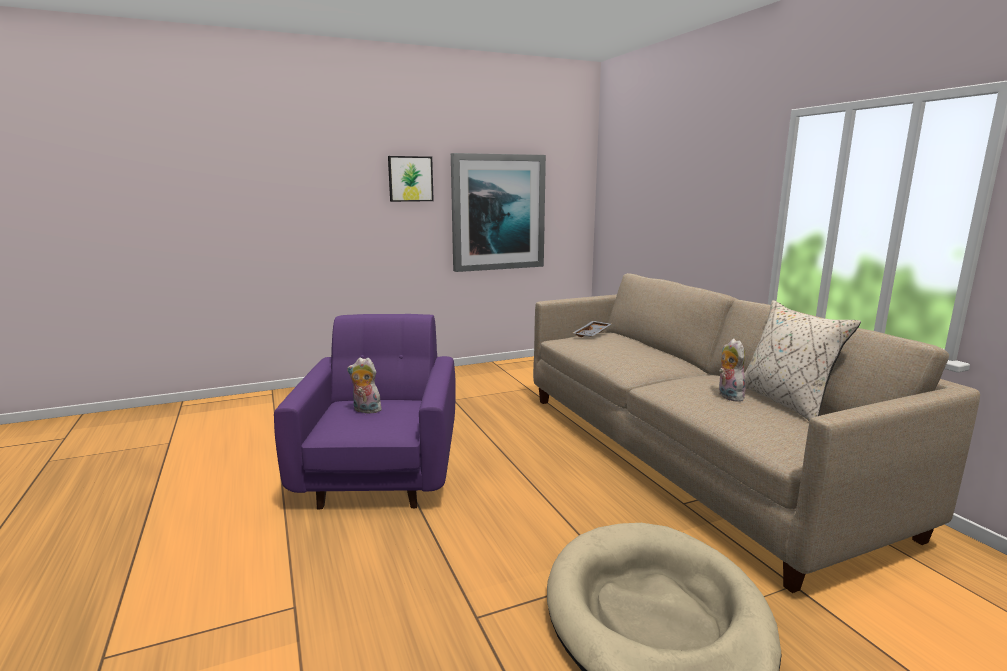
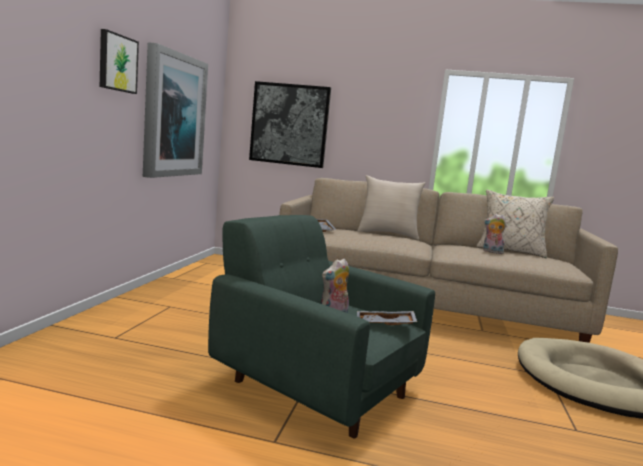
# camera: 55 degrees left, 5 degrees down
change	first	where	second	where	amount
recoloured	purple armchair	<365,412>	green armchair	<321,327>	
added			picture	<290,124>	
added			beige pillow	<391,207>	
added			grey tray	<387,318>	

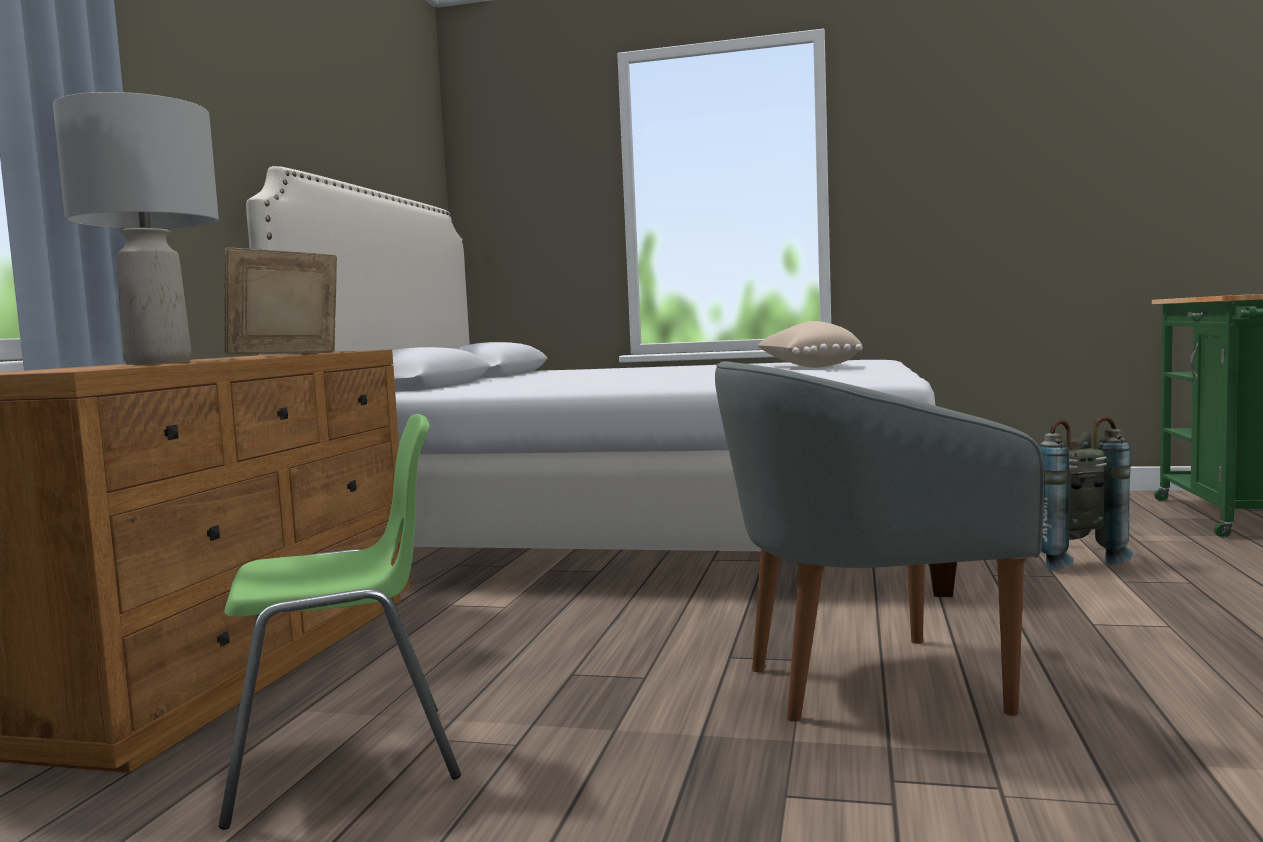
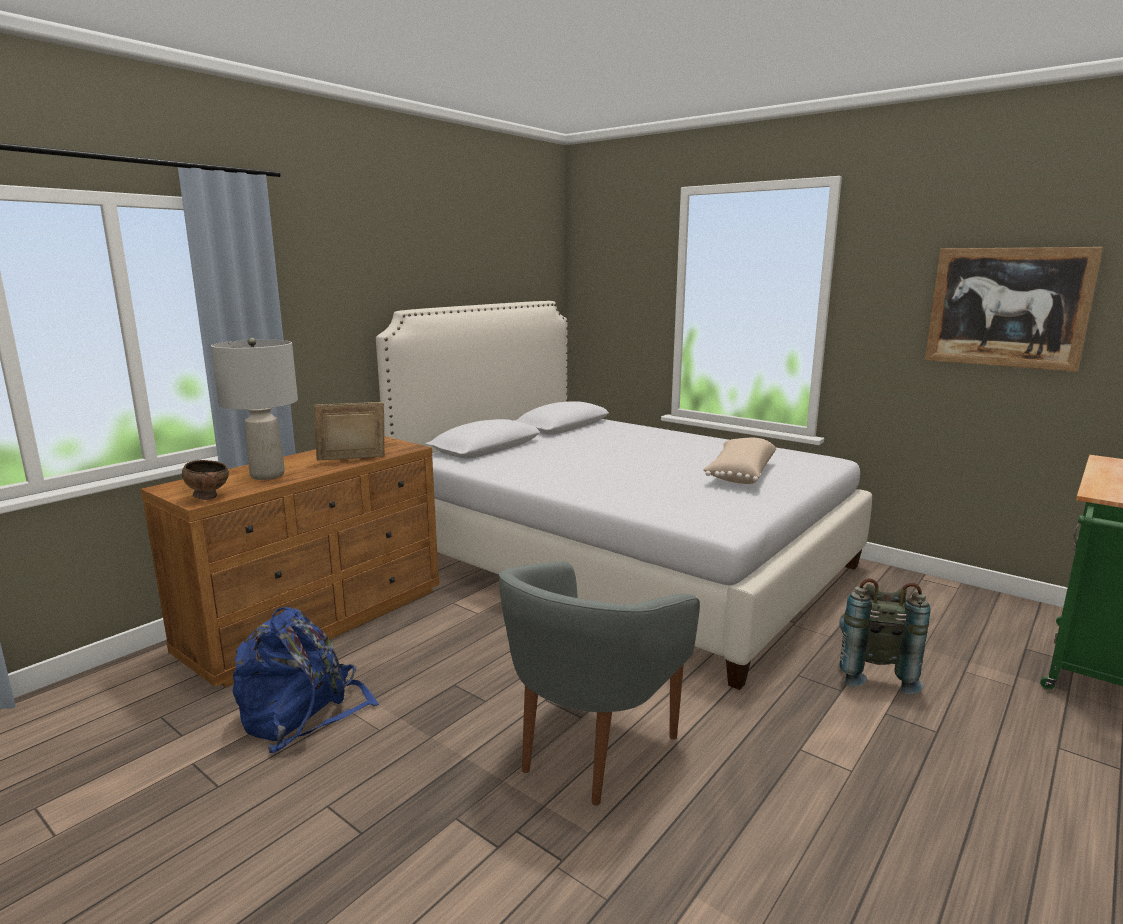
# camera: 25 degrees right, 10 degrees up
change	first	where	second	where	amount
added			brown bowl	<205,480>	
replaced	green chair	<340,622>	blue backpack	<305,680>	
turned	grey armchair	<879,541>		<599,683>	75 degrees counterclockwise
added			picture	<1014,309>	

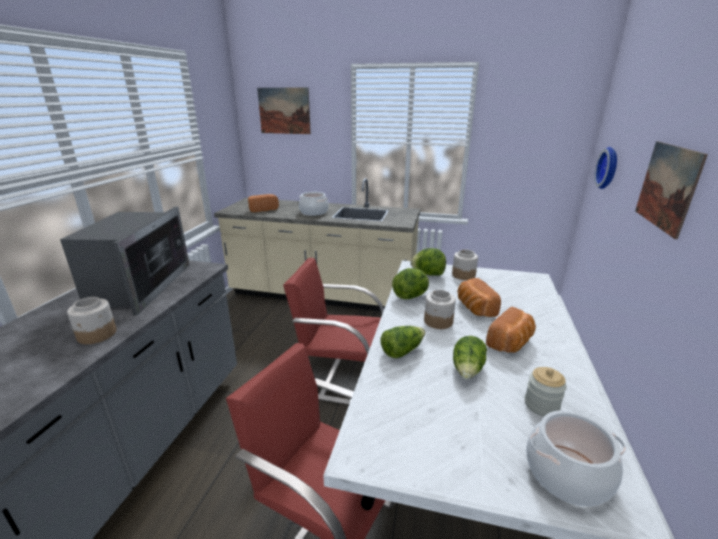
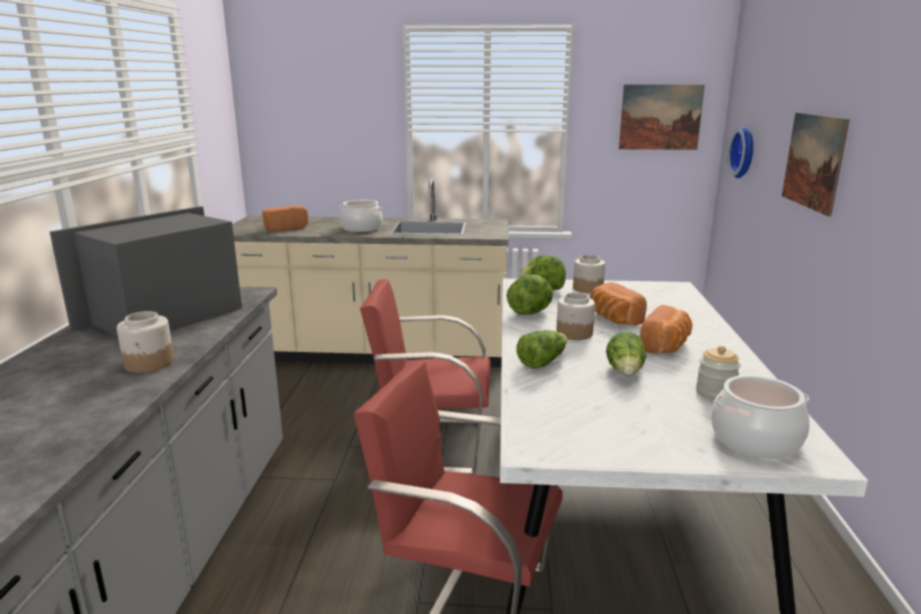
# camera: 10 degrees left, 5 degrees down
change	first	where	second	where	amount
turned	microwave	<125,261>		<145,271>	135 degrees counterclockwise
moved	picture	<284,111>		<662,117>	

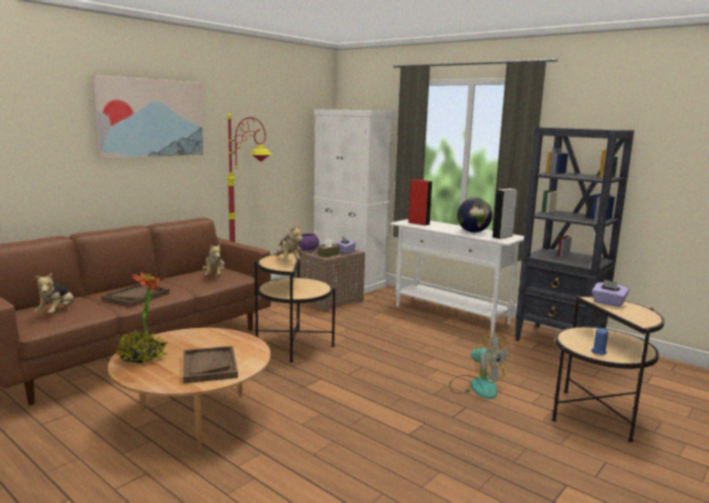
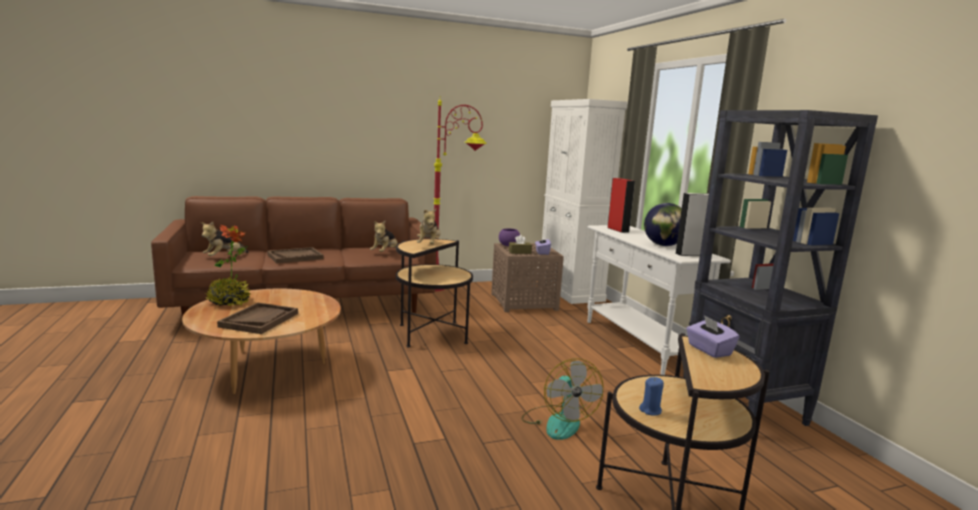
# camera: 30 degrees right, 0 degrees up
change	first	where	second	where	amount
removed	picture	<147,117>			

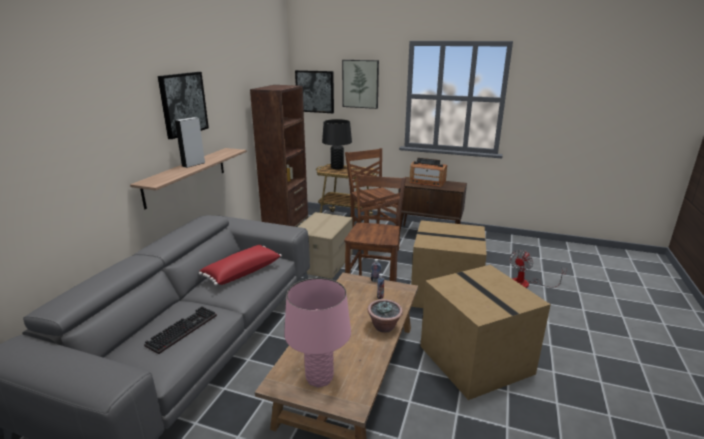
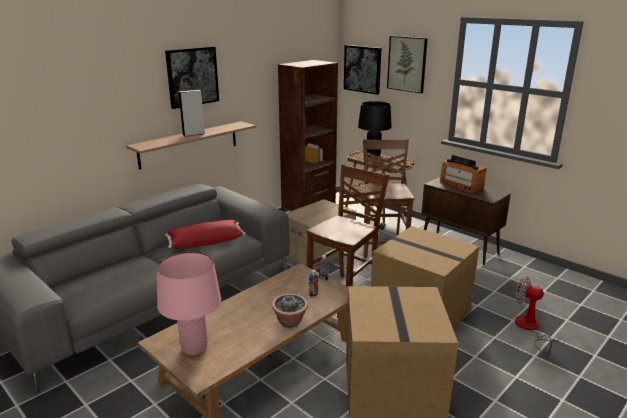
# camera: 25 degrees right, 0 degrees up
change	first	where	second	where	amount
turned	fan	<538,269>		<537,314>	60 degrees clockwise
removed	keyboard	<180,330>			

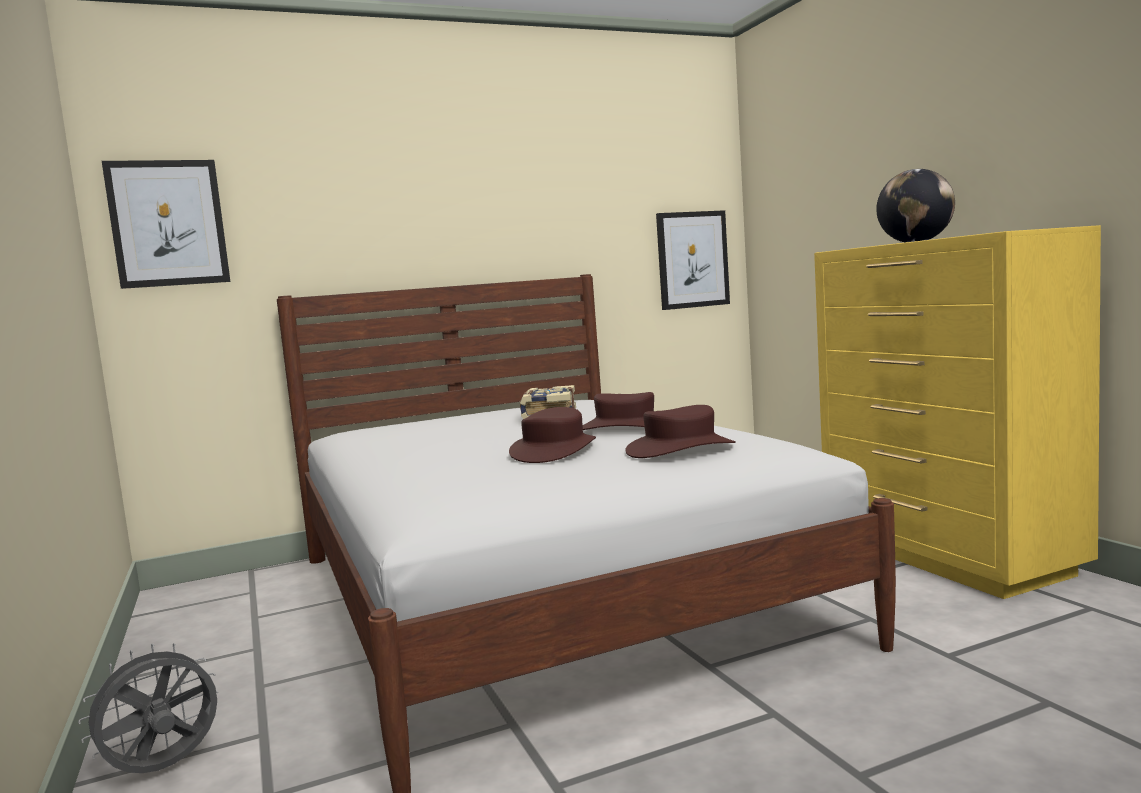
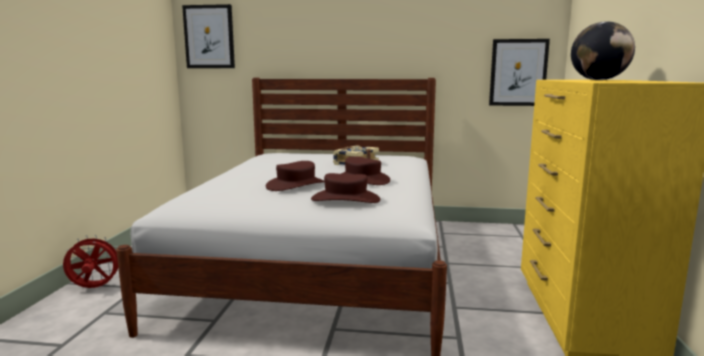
# camera: 30 degrees right, 5 degrees up
change	first	where	second	where	amount
recoloured	grey fan	<148,708>	red fan	<90,261>	

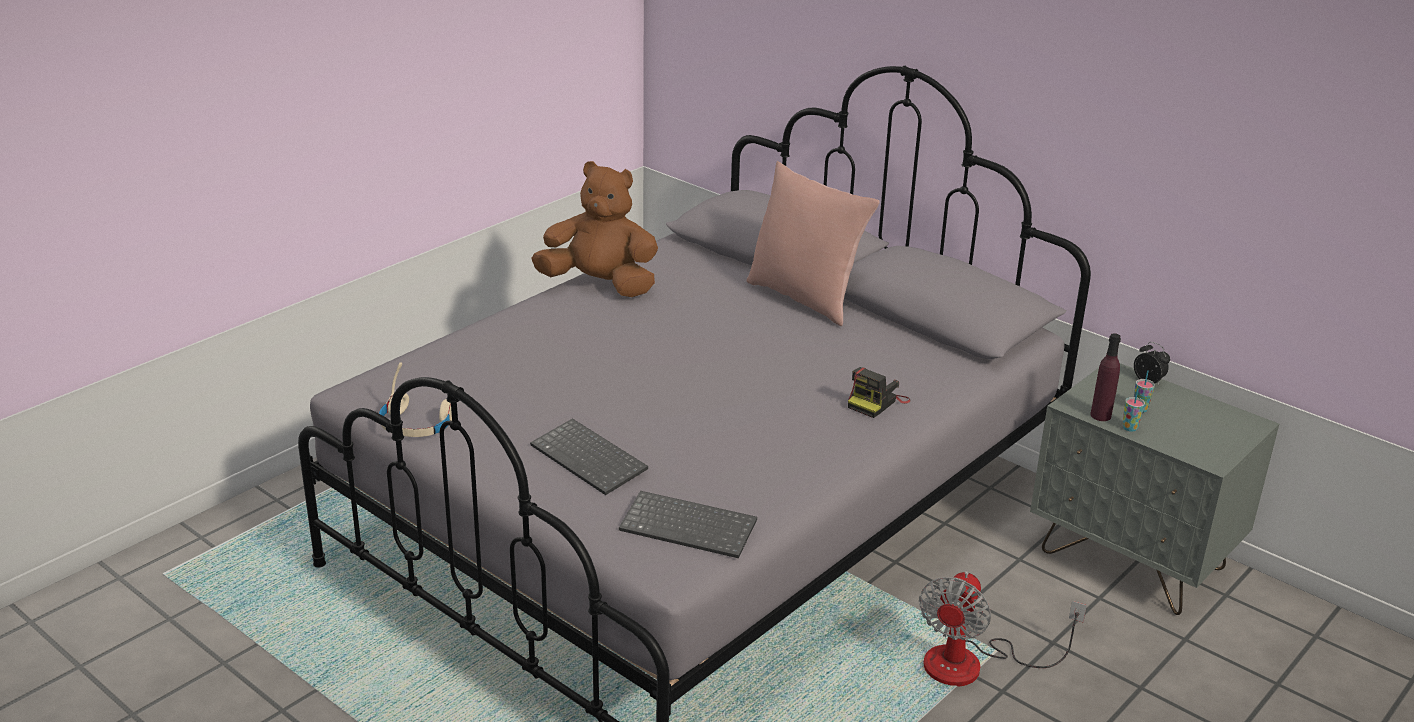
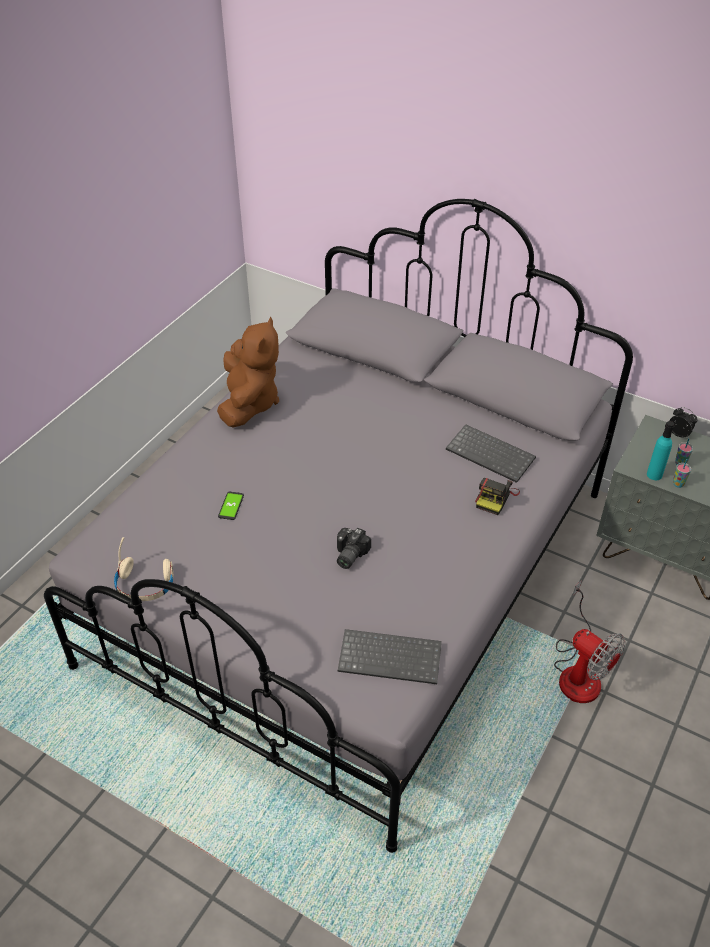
# camera: 10 degrees left, 15 degrees up
change	first	where	second	where	amount
turned	brown plush toy	<594,229>		<248,372>	90 degrees clockwise
added			phone	<231,505>	
added			photo camera	<354,548>	
moved	keyboard	<589,456>		<491,453>	
turned	fan	<1003,629>		<590,641>	60 degrees counterclockwise
recoloured	purple bottle	<1105,377>	turquoise bottle	<660,450>	
removed	pink pillow	<813,243>			

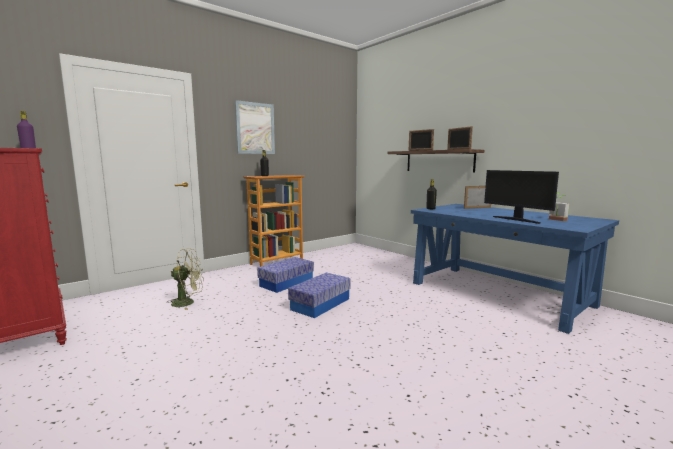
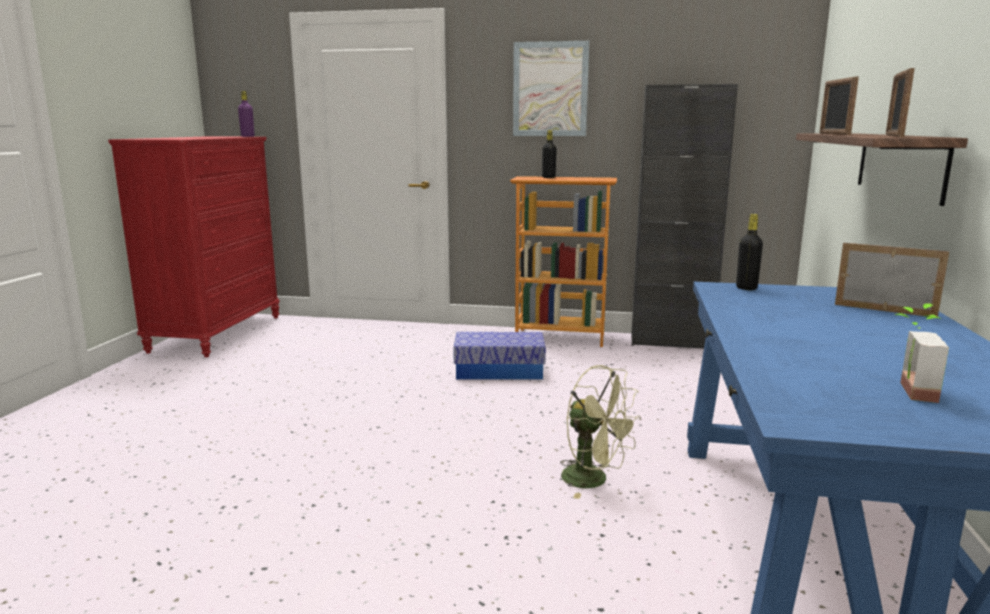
# camera: 50 degrees right, 5 degrees up
change	first	where	second	where	amount
moved	green fan	<185,279>		<600,432>	
added			black cabinet	<684,216>	
removed	storage box	<319,295>			
removed	monitor	<521,197>			

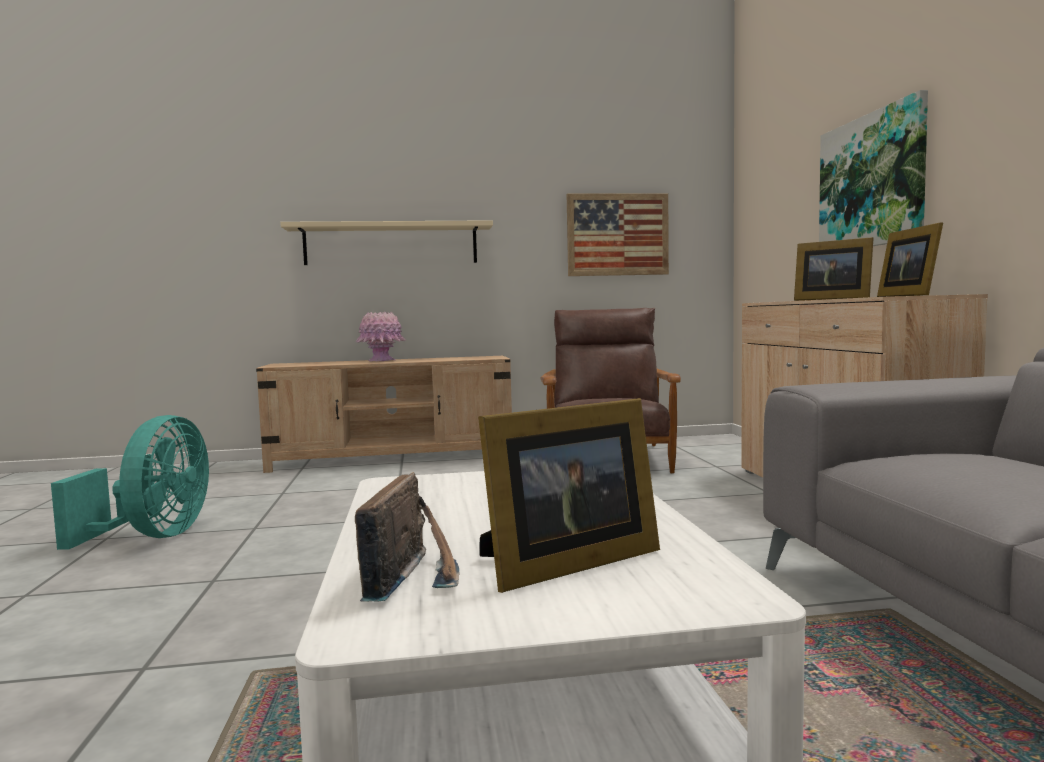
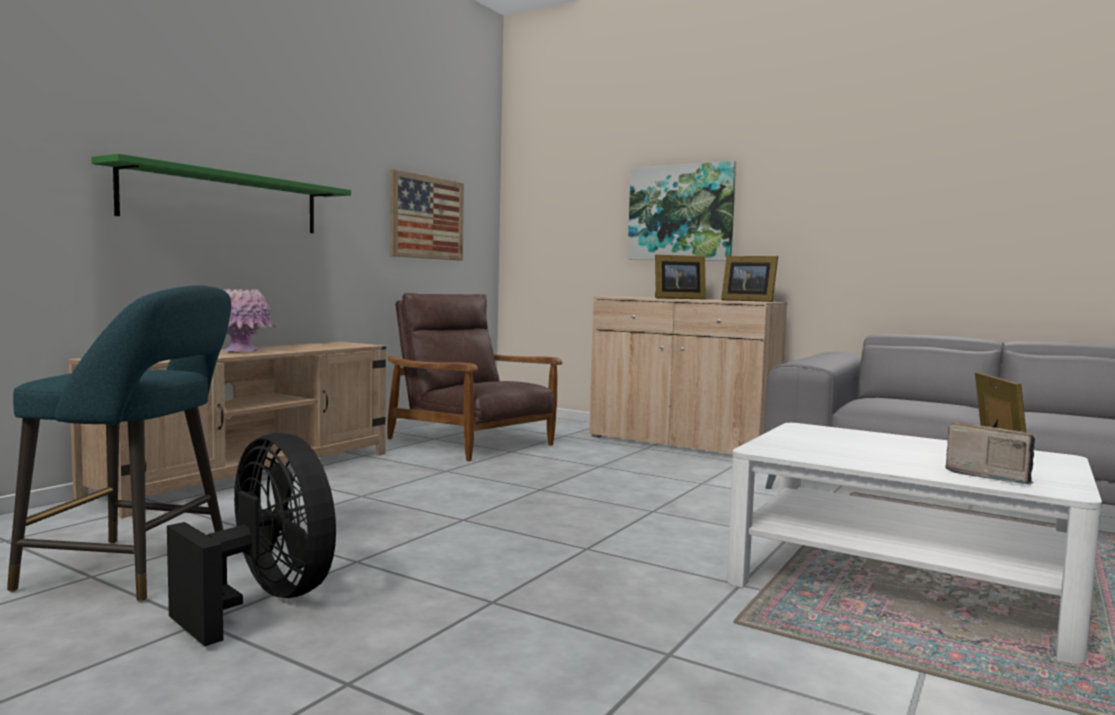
# camera: 50 degrees left, 0 degrees up
change	first	where	second	where	amount
added			turquoise stool	<119,443>	
recoloured	beige shelf	<386,242>	green shelf	<221,193>	
recoloured	turquoise fan	<130,482>	black fan	<251,539>	

